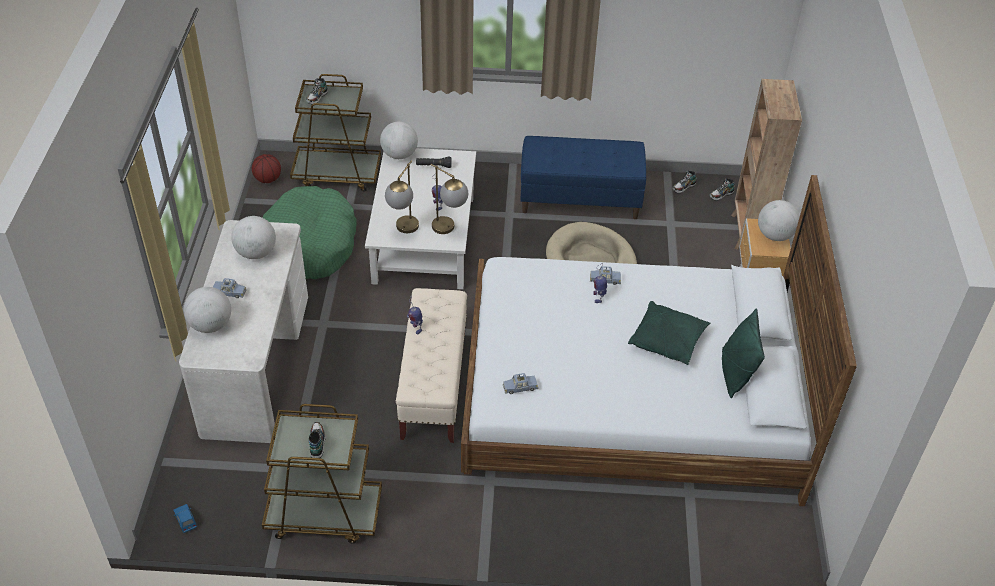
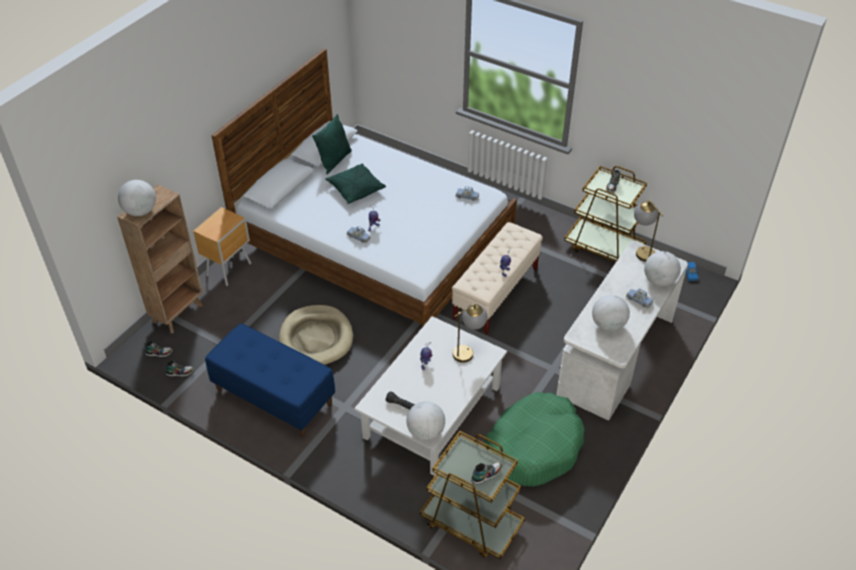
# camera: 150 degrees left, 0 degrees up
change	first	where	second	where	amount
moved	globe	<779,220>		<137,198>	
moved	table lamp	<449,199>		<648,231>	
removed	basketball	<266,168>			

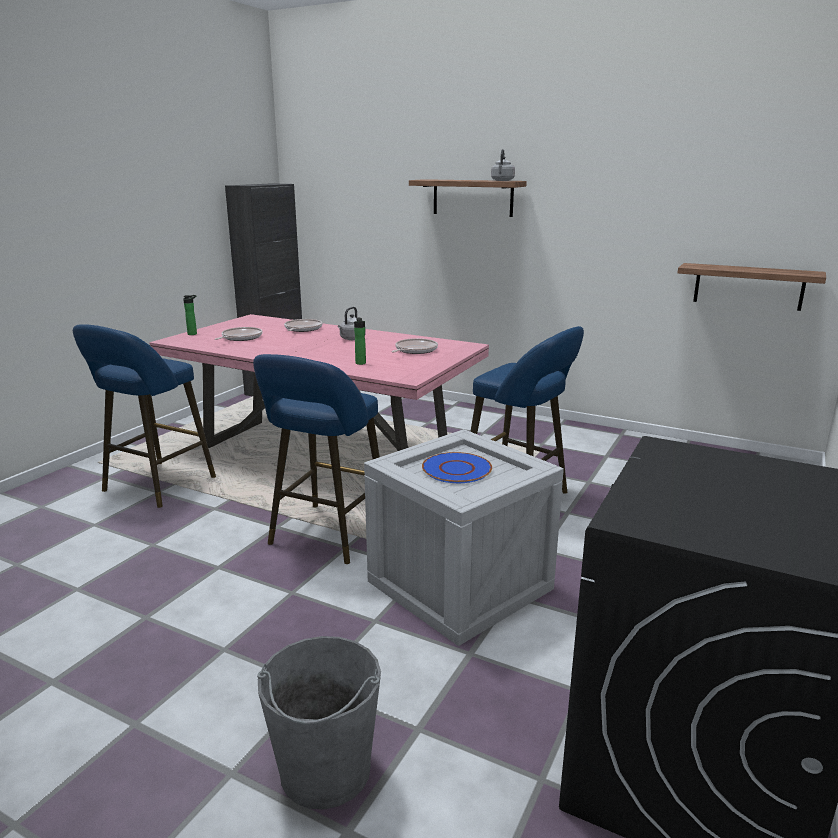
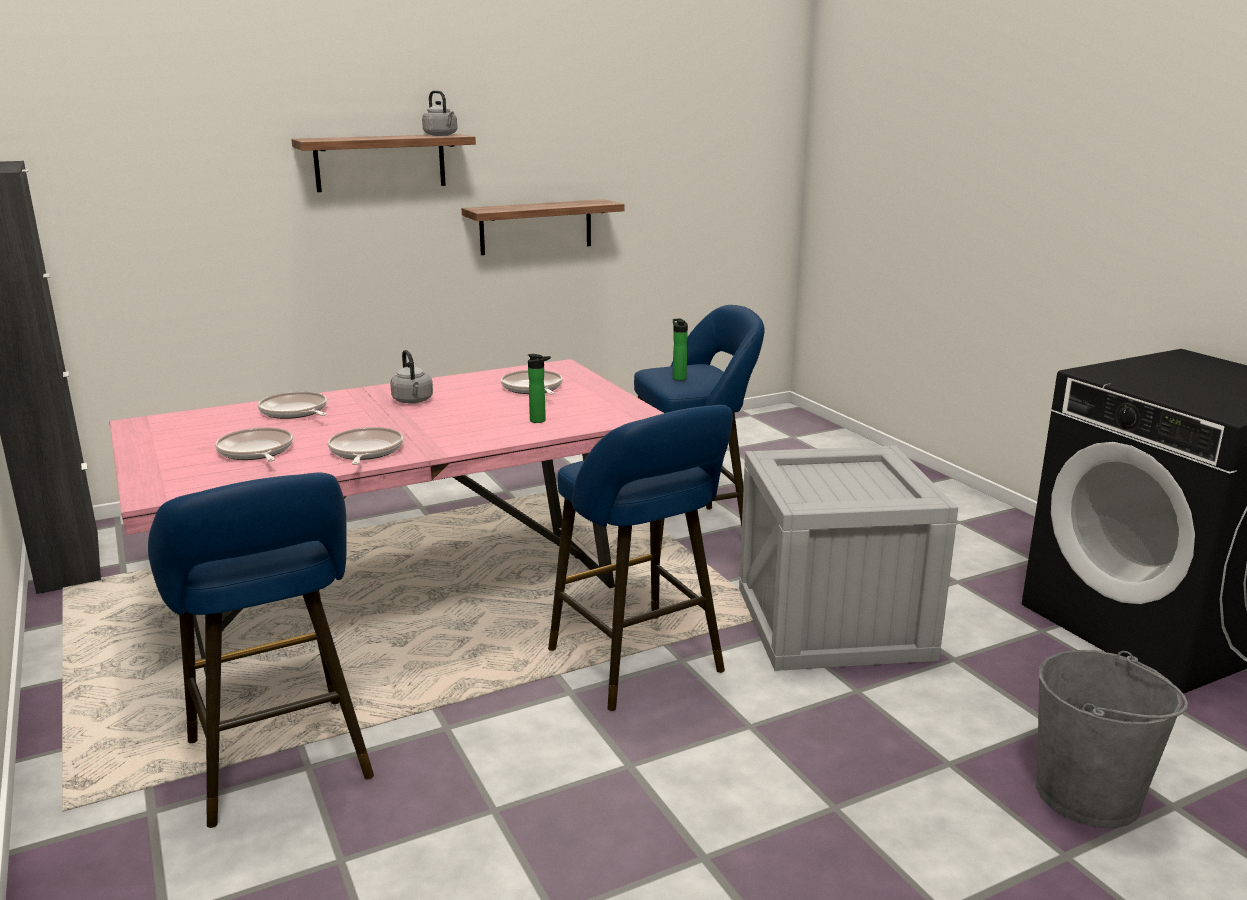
# camera: 55 degrees left, 0 degrees up
change	first	where	second	where	amount
added			frying pan	<365,446>	
moved	shelf	<751,287>		<543,227>	
moved	bottle	<190,315>		<680,349>	
removed	blue plate	<457,467>			

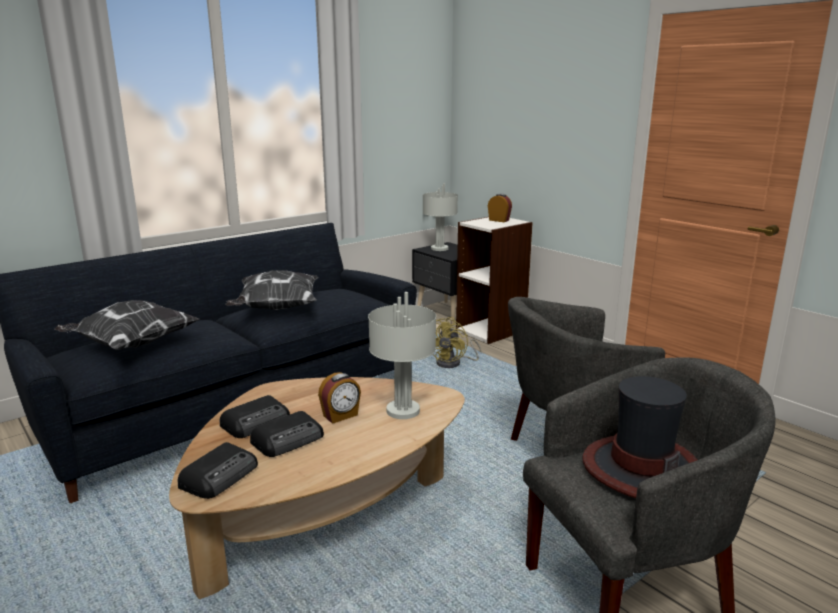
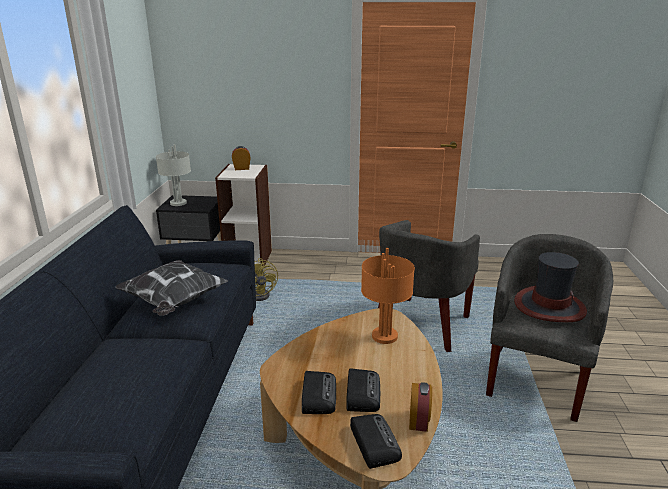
# camera: 45 degrees left, 5 degrees up
change	first	where	second	where	amount
recoloured	grey table lamp	<402,355>	orange table lamp	<388,296>	
moved	alarm clock	<339,398>		<420,407>	
removed	pillow	<126,325>			

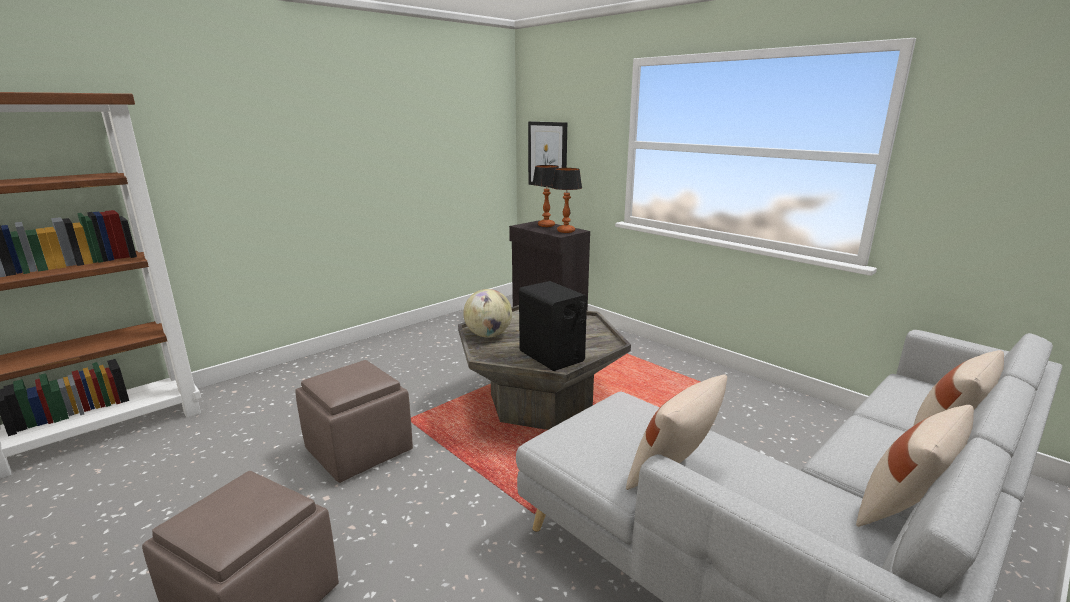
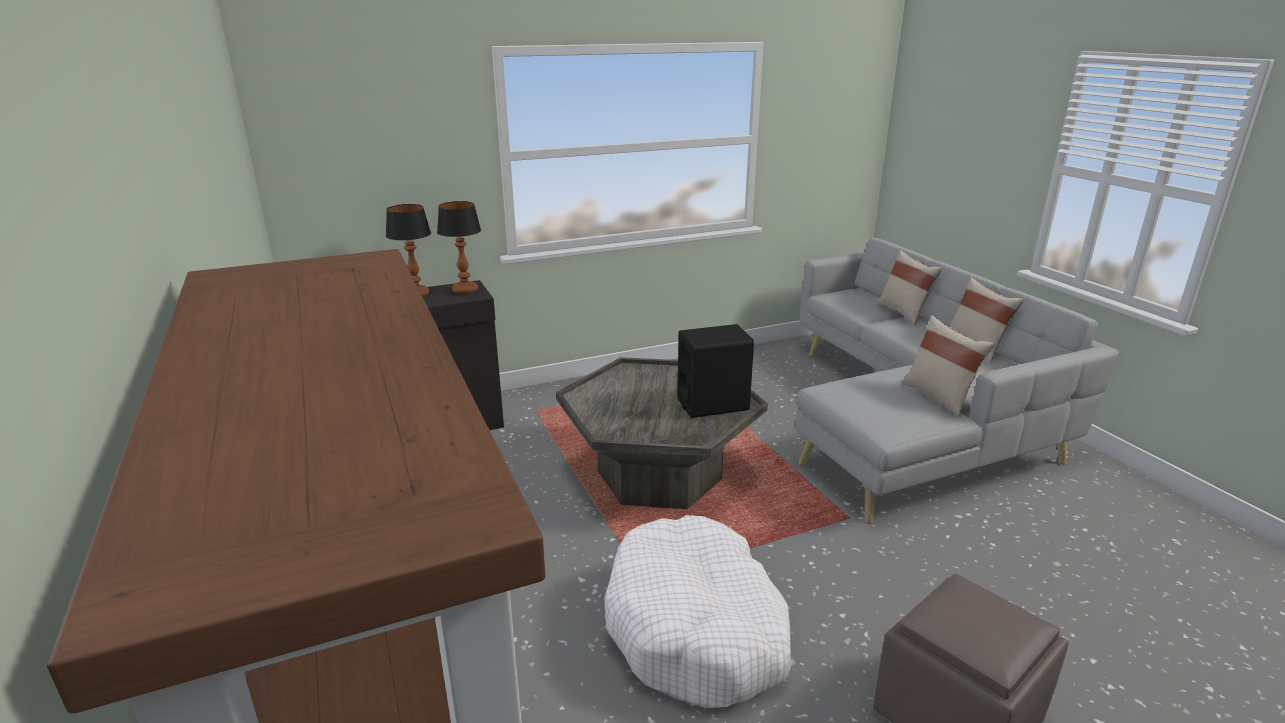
# camera: 70 degrees left, 5 degrees up
change	first	where	second	where	amount
replaced	brown ottoman	<354,421>	white dog bed	<697,611>	
removed	globe	<487,313>			
removed	picture	<547,154>			

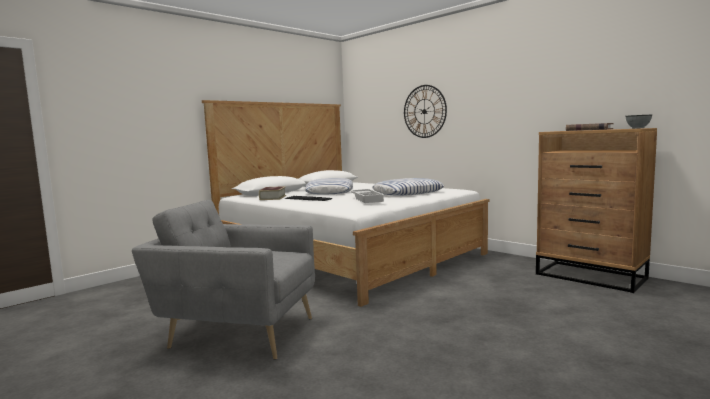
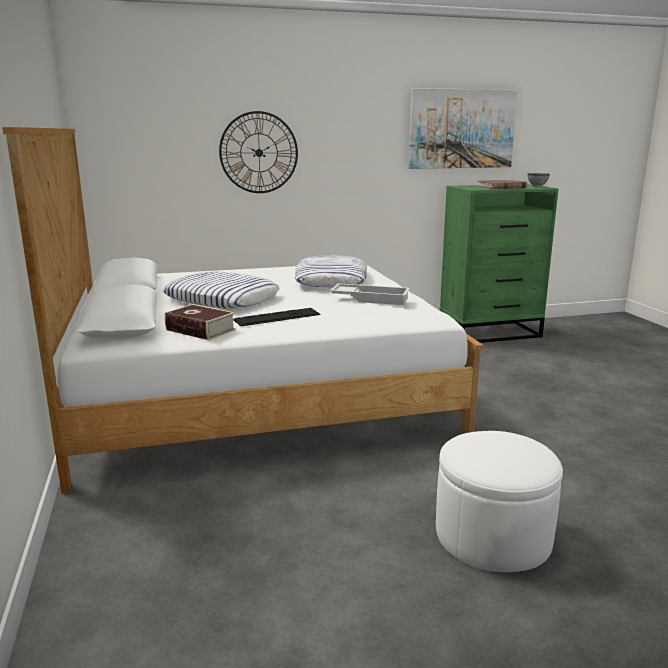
# camera: 60 degrees left, 10 degrees up
change	first	where	second	where	amount
added			picture	<463,128>	
replaced	grey armchair	<223,280>	white ottoman	<499,501>	
recoloured	brown dresser	<596,210>	green dresser	<499,263>	

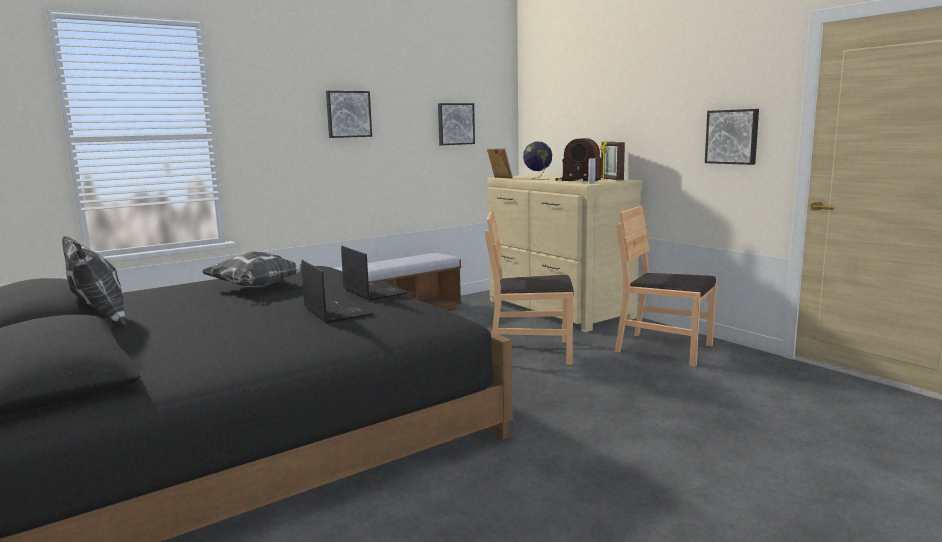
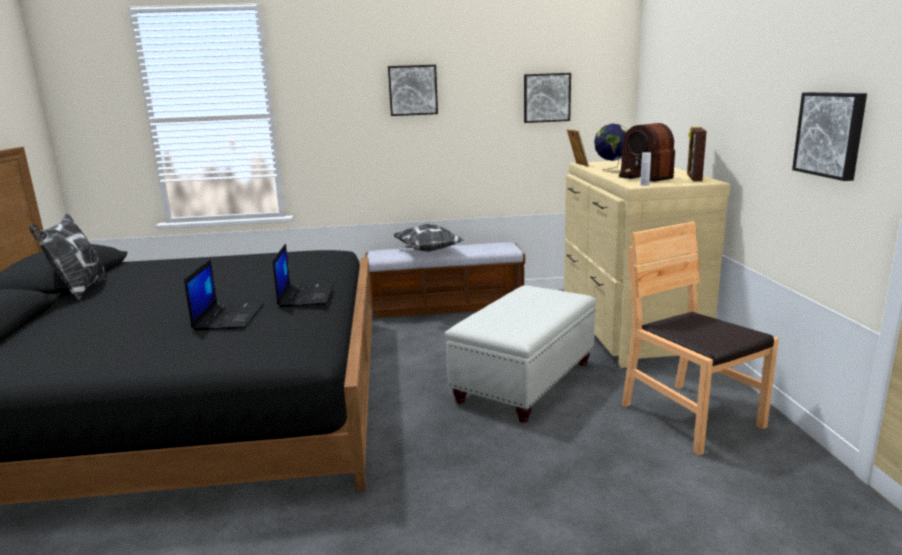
# camera: 30 degrees right, 5 degrees up
change	first	where	second	where	amount
moved	pillow	<252,269>		<428,238>	
replaced	brown chair	<529,288>	white ottoman	<520,354>	

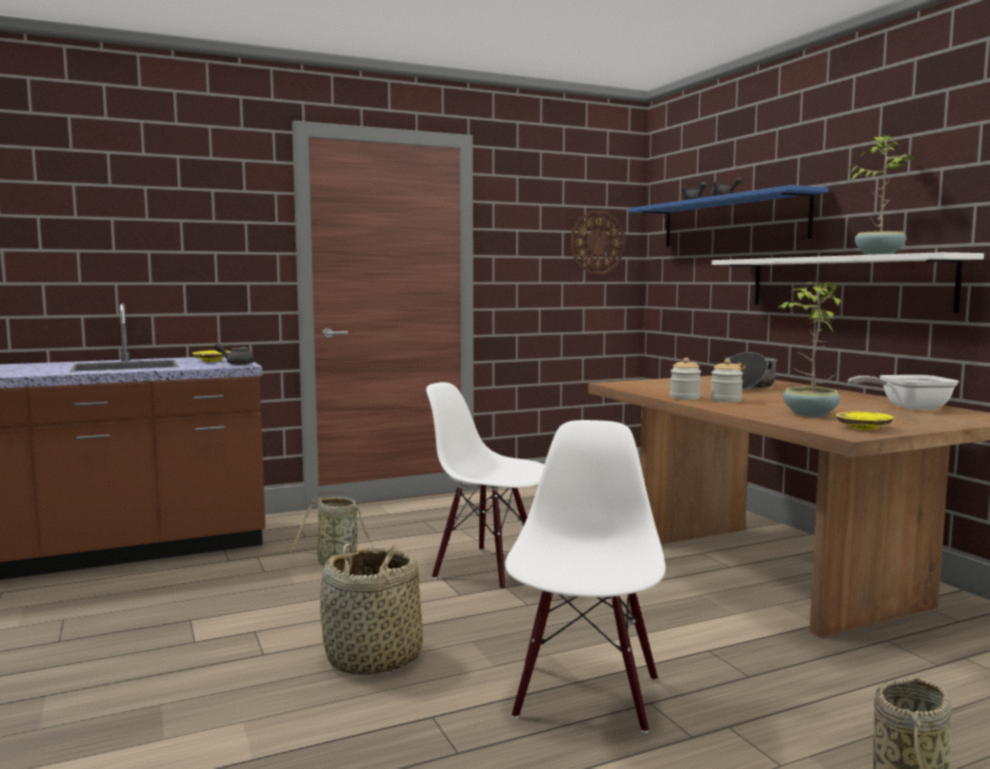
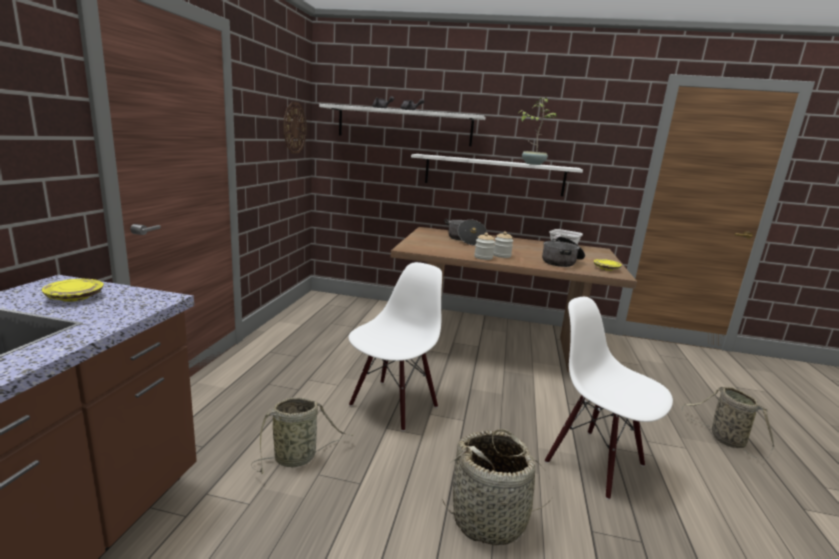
# camera: 55 degrees left, 10 degrees up
change	first	where	second	where	amount
recoloured	blue shelf	<728,216>	white shelf	<402,125>	
turned	white chair	<485,486>		<395,346>	150 degrees clockwise
replaced	potted plant	<809,349>	cooking pot	<563,252>	
removed	grey teapot	<234,354>			

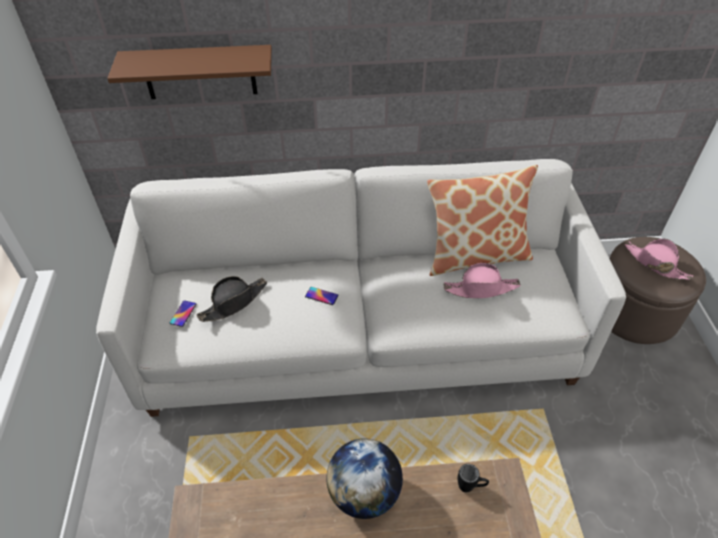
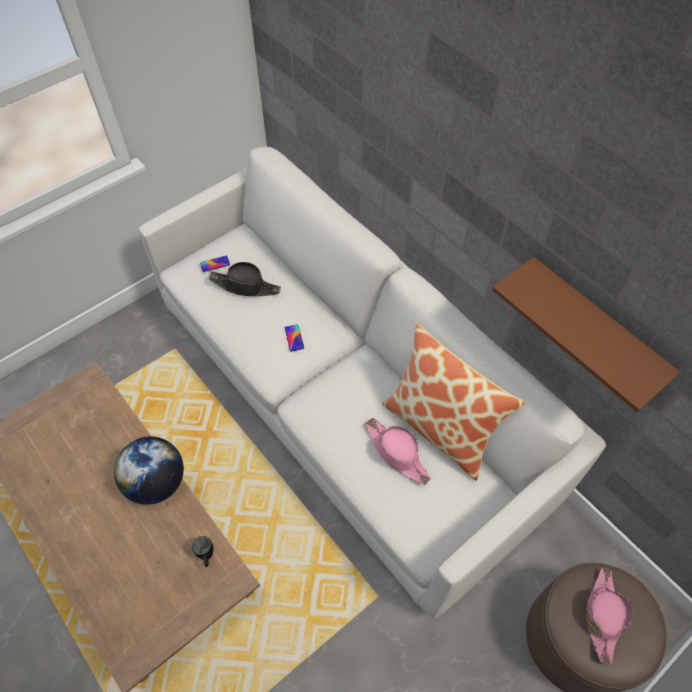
# camera: 55 degrees right, 10 degrees up
change	first	where	second	where	amount
moved	brown shelf	<189,72>		<586,334>	

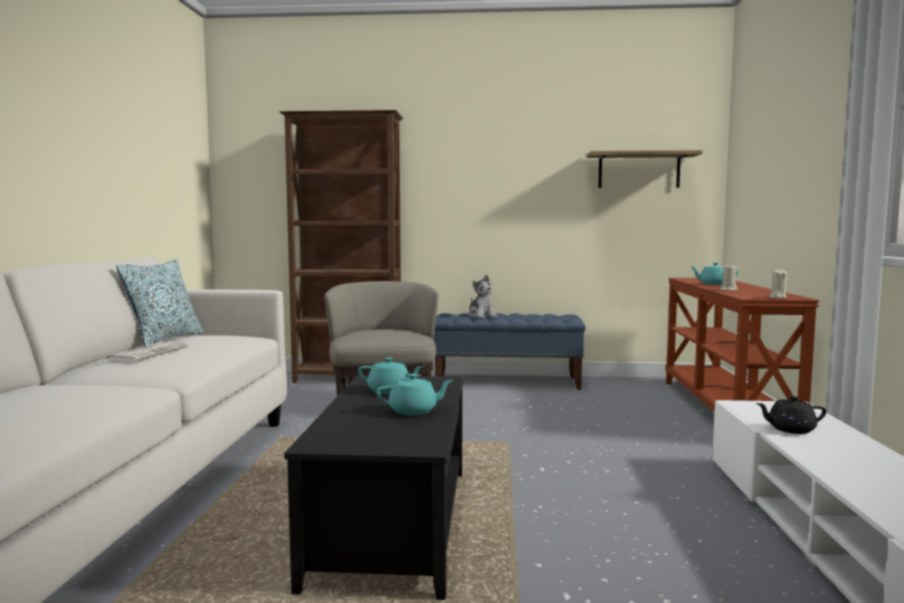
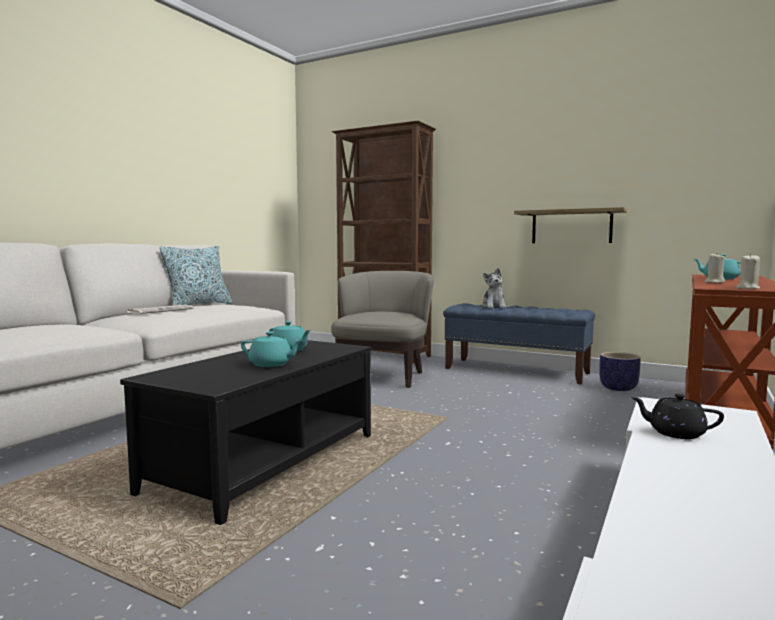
# camera: 25 degrees right, 0 degrees up
change	first	where	second	where	amount
moved	shelf	<645,169>		<570,225>	
added			planter	<620,371>	

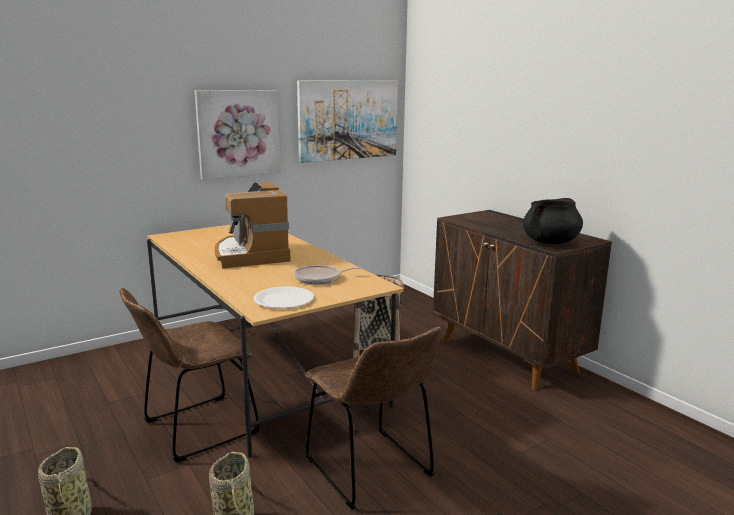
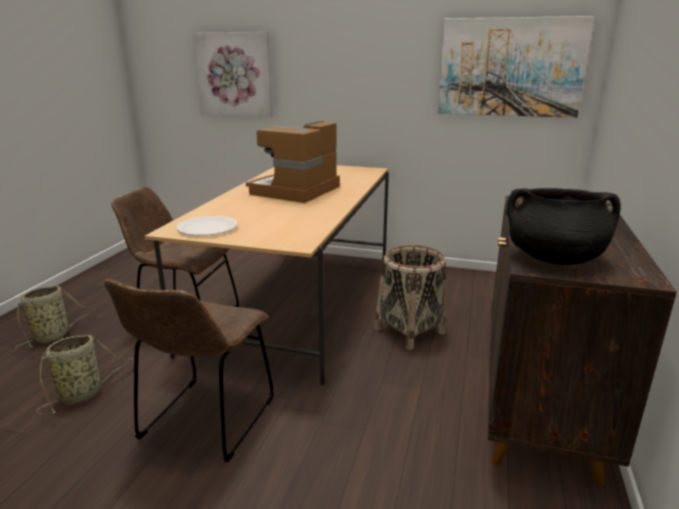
# camera: 50 degrees right, 5 degrees up
change	first	where	second	where	amount
moved	picture	<237,135>		<232,74>	
removed	frying pan	<328,274>			

